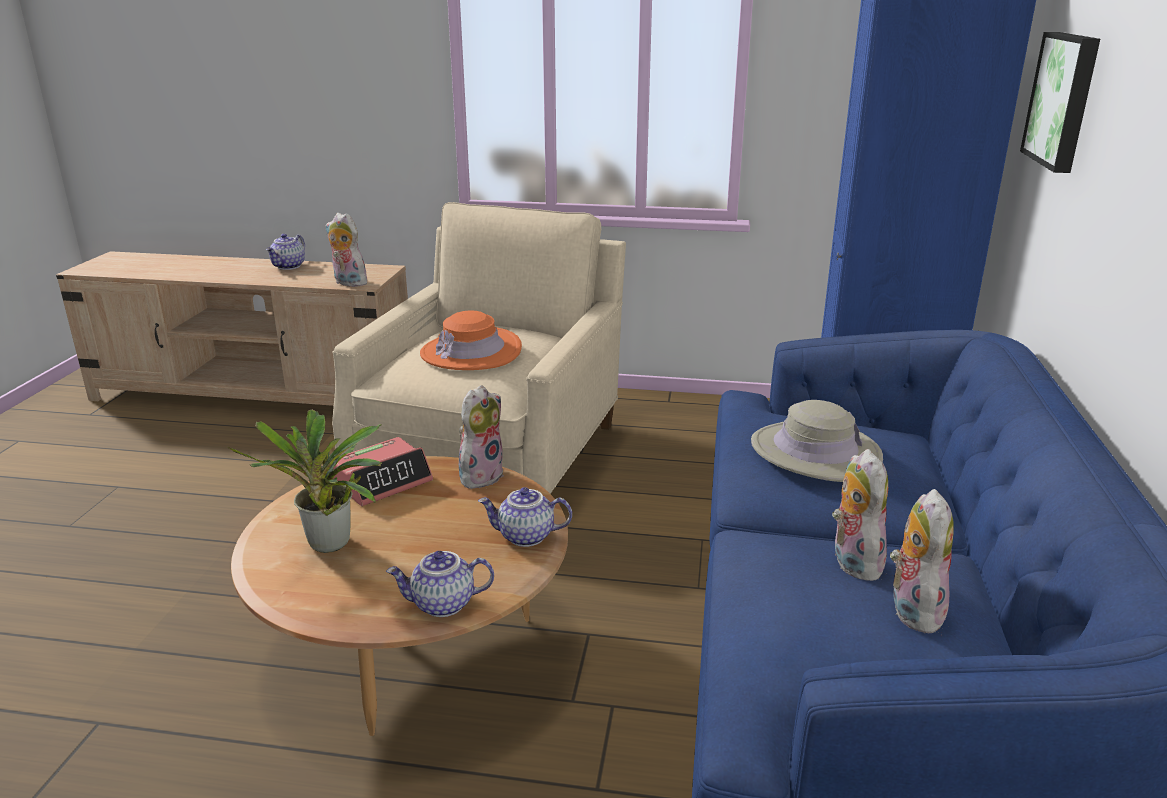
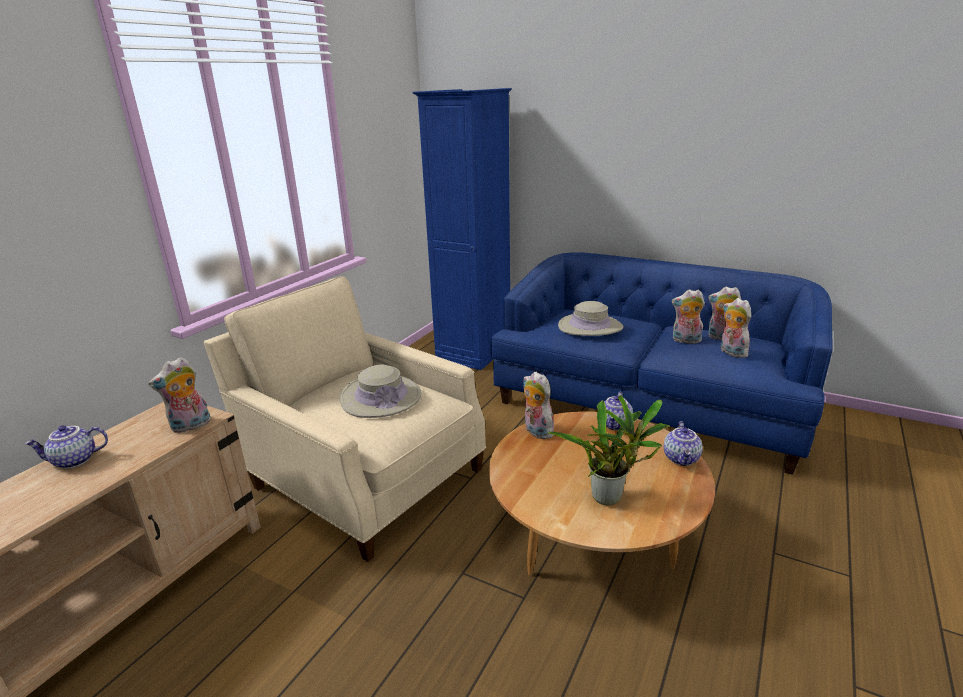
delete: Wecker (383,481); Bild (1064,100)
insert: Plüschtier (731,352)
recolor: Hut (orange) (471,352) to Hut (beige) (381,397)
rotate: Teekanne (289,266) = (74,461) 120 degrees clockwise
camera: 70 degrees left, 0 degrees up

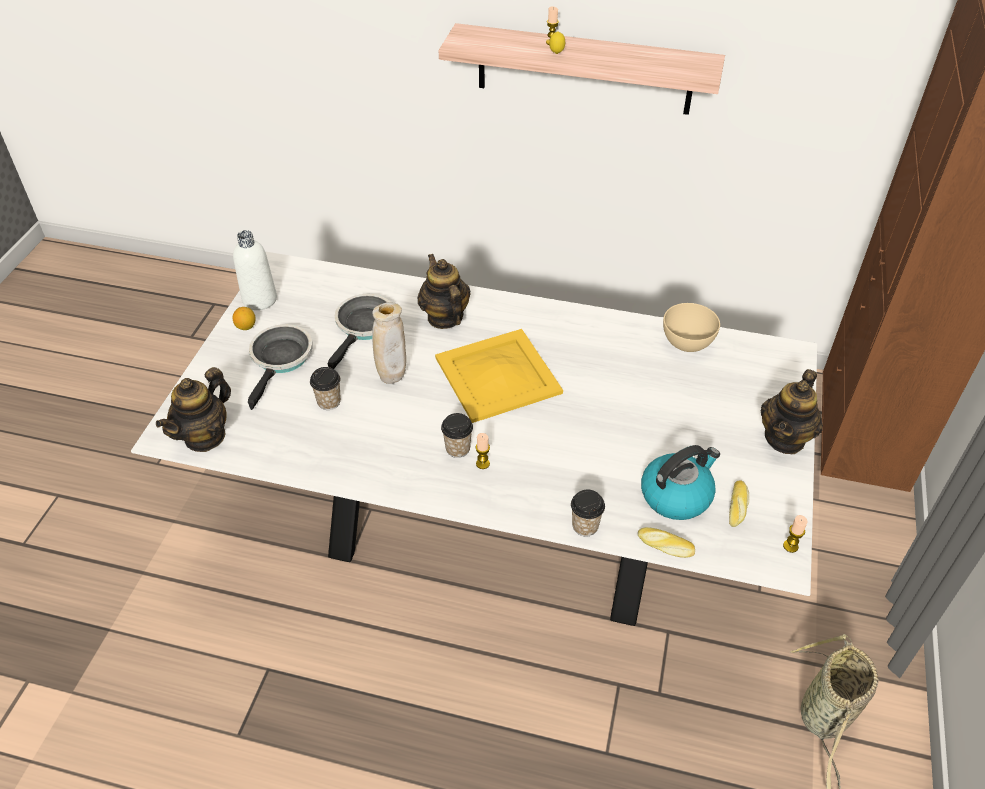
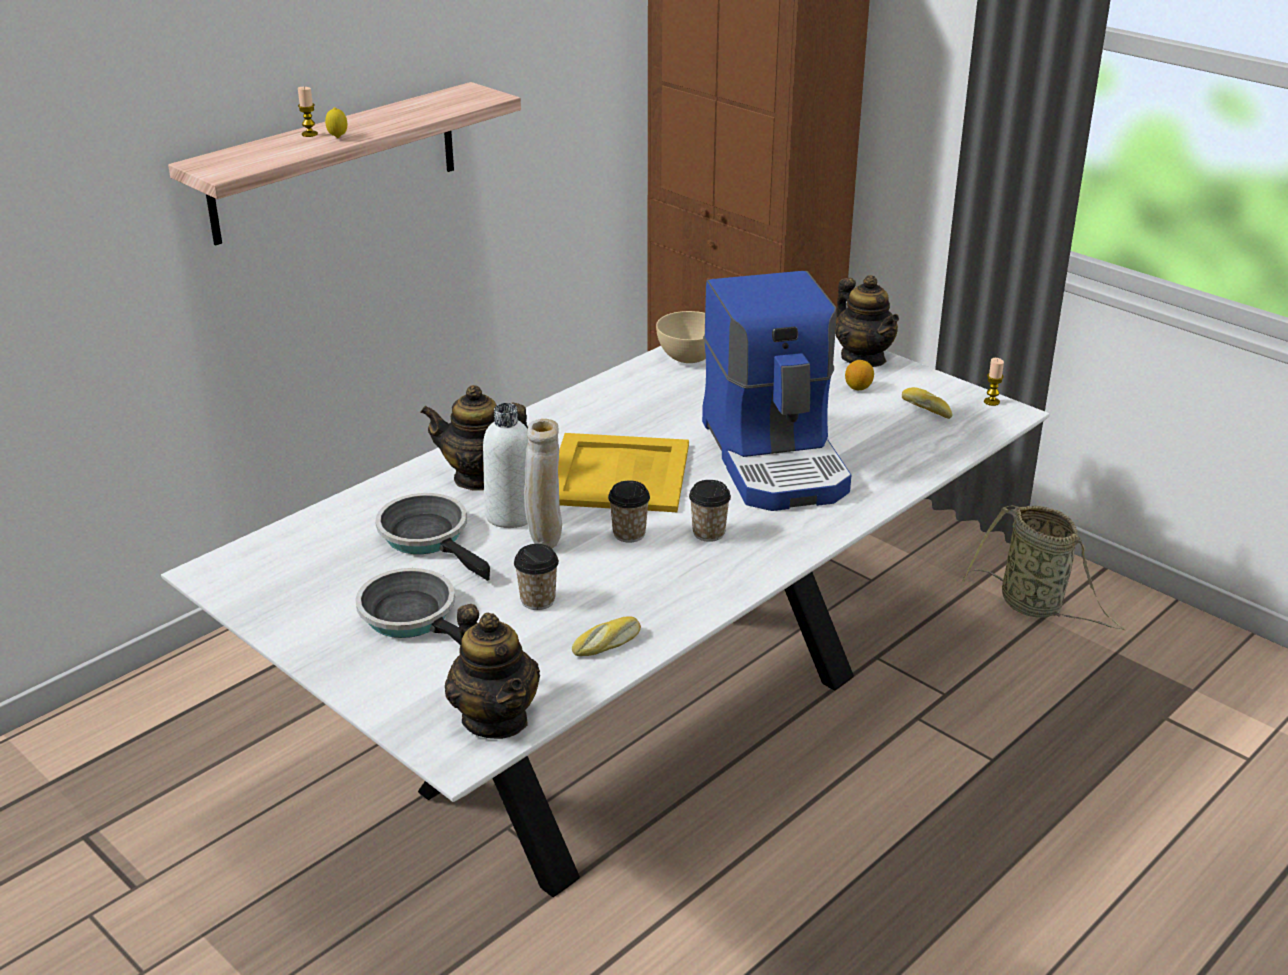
delete: Kerze (482,463); Wasserkessel (676,495)
insert: Kaffeemaschine (777,458)
move: Flasche (weiß) (259,299) to (511,515); Zitrone (246,327) to (858,388); Tasse (585,526) to (629,534); Brot (664,546) to (608,644)
camera: 60 degrees left, 15 degrees down

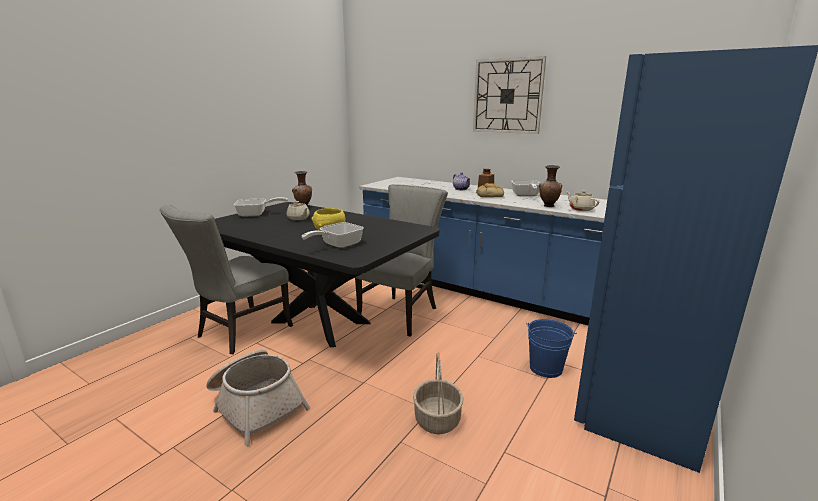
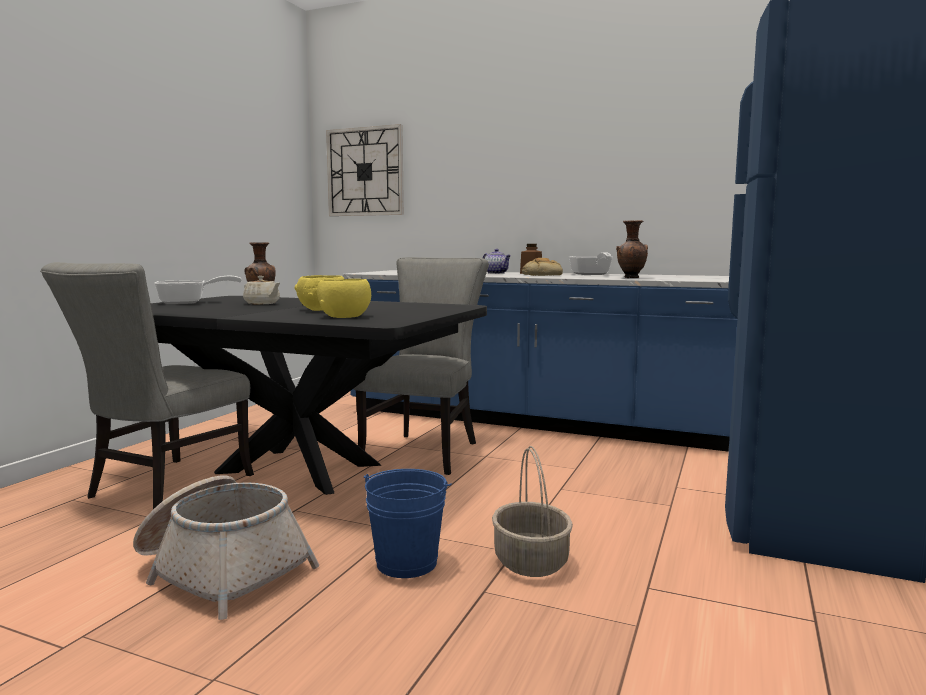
delete: Teekanne (beige) (580,209)
move: Wanduhr (507,96) to (365,172); Eimer (blau) (546,368) to (407,563)
replace: Pfanne (337,245) to Schüssel (gelb) (344,316)
camera: 10 degrees left, 10 degrees down

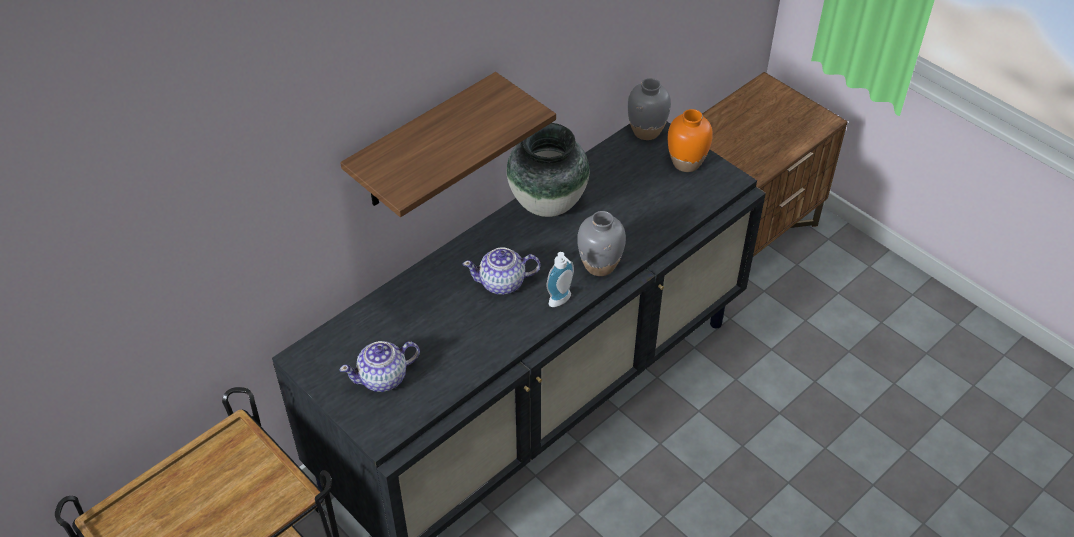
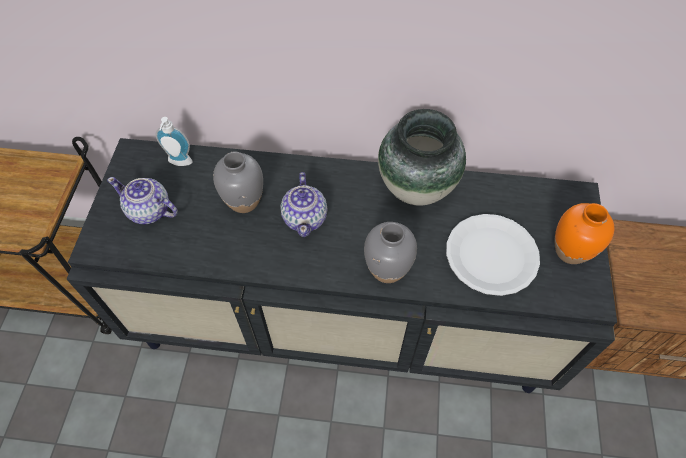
delete: Wandregal (423,144)
insert: Teller (weiß) (492,255)
move: Seifenspender (562,301) to (179,163); Vase (grau) (646,131) to (244,202)
rotate: Teekanne (503,283) = (305,218) 135 degrees counterclockwise
camera: 50 degrees right, 10 degrees up

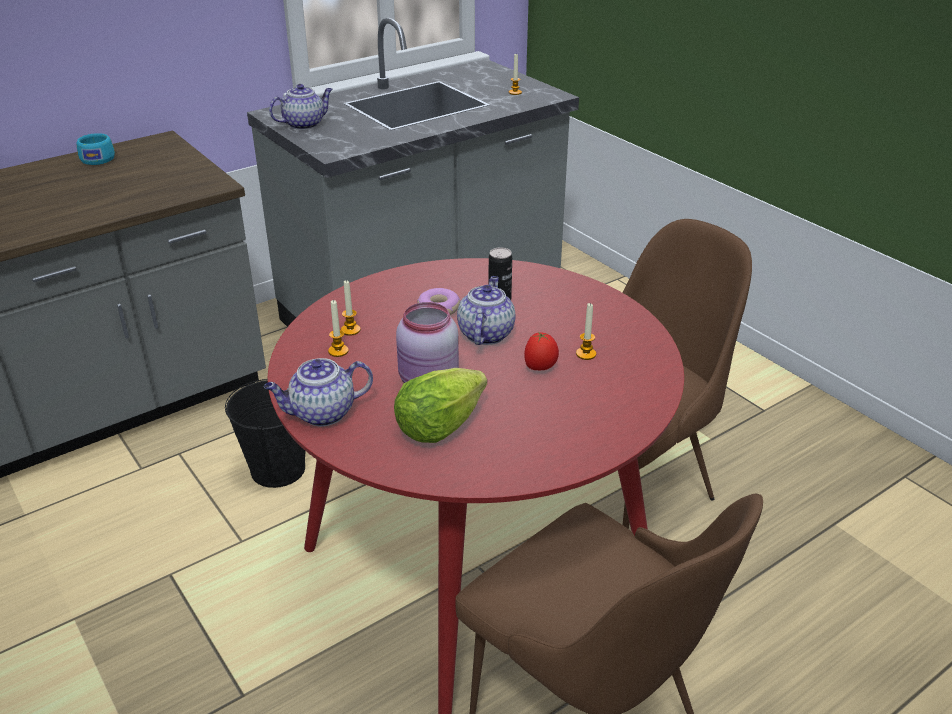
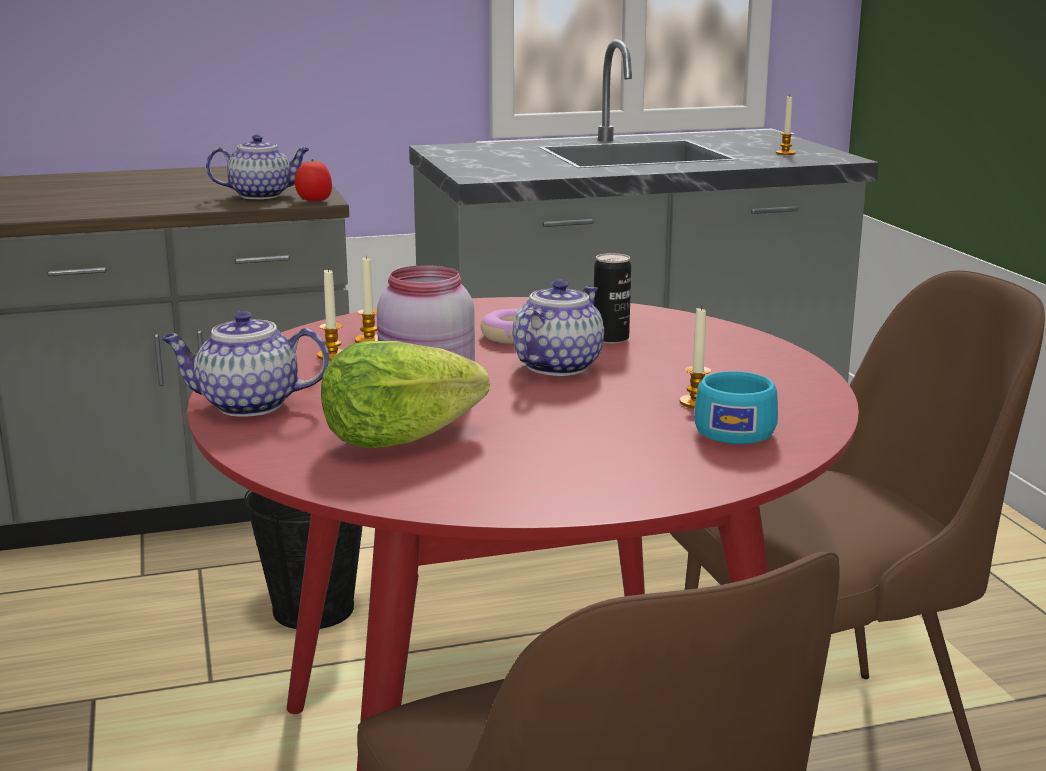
move: Tasse (türkis) (99,158) to (735,429); Teekanne (304,124) to (262,195); Tomate (540,368) to (314,200)
camera: 20 degrees right, 15 degrees down

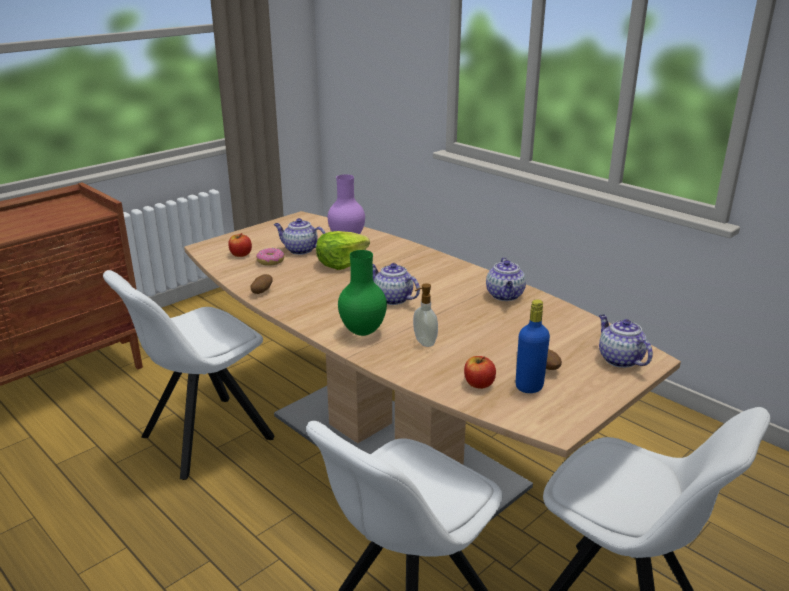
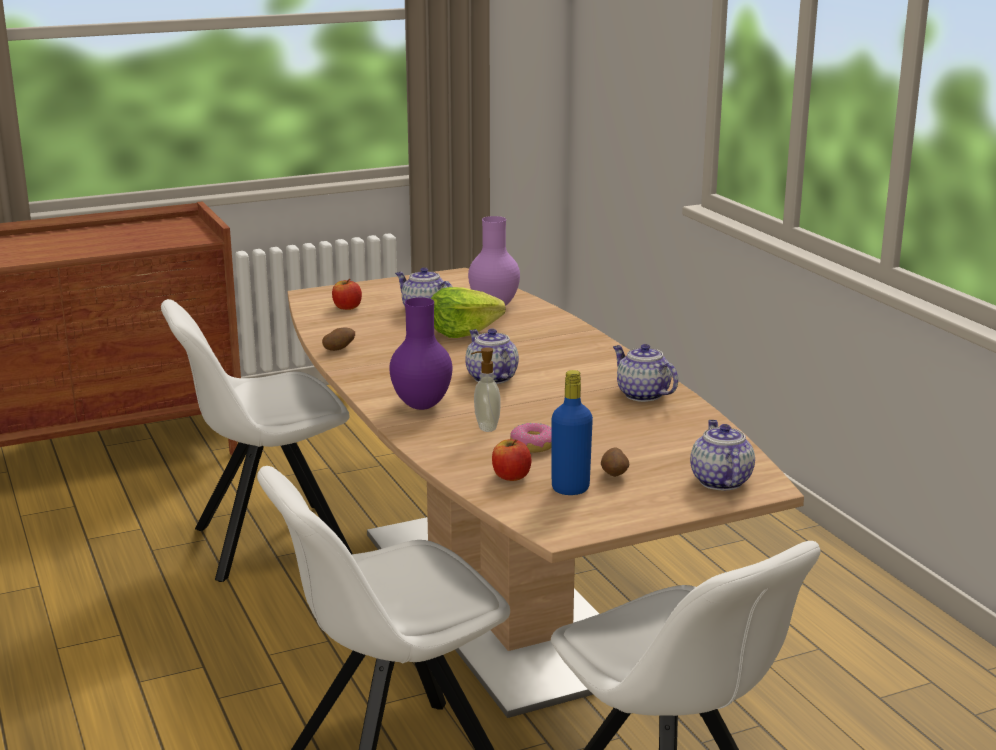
move: Donut (270,261) to (533,446)
recolor: Vase (grün) (364,332) to Vase (lila) (423,406)
rotate: Teekanne (505,296) = (641,394) 120 degrees clockwise
camera: 20 degrees right, 5 degrees down

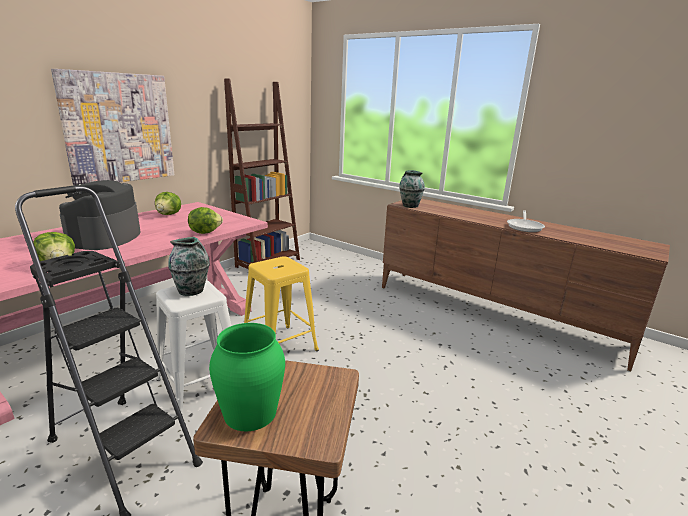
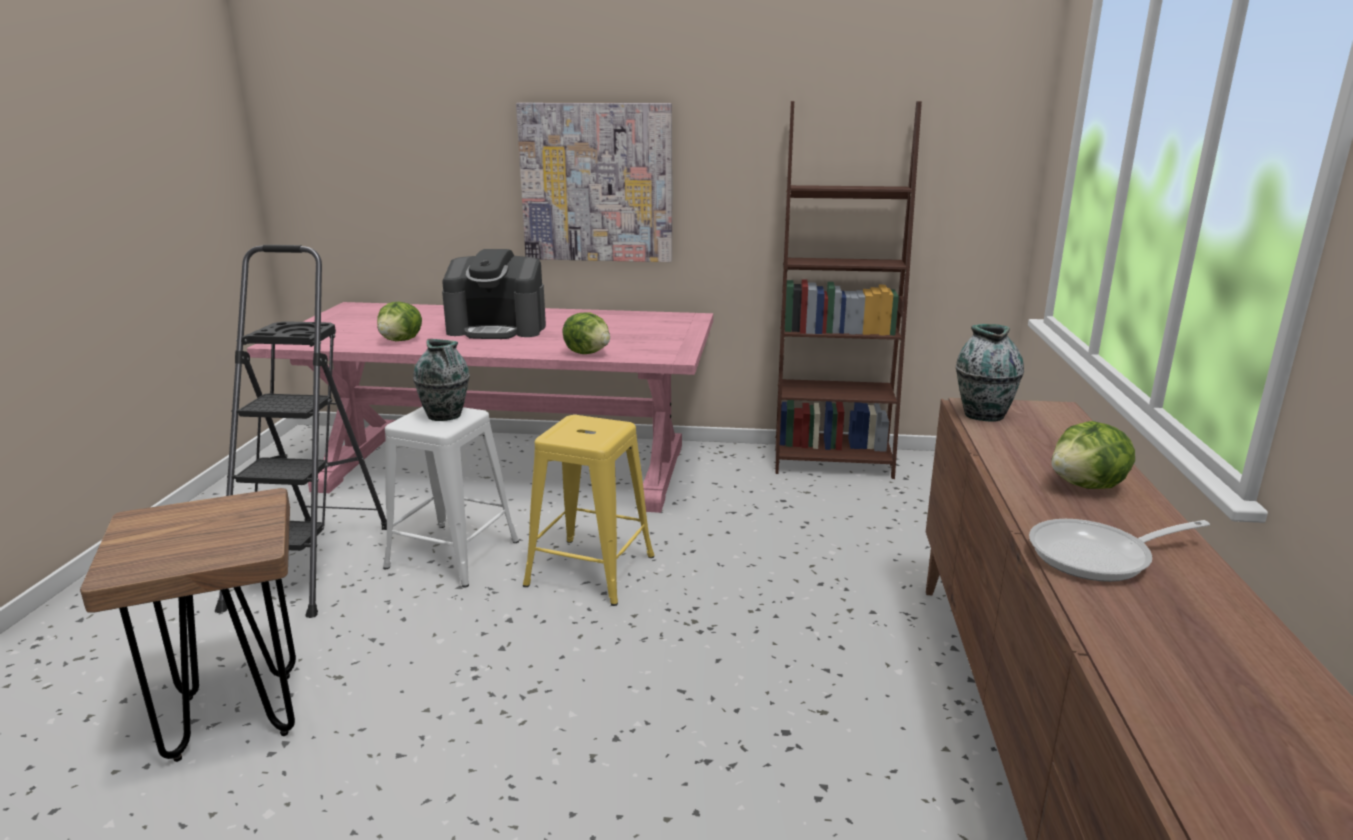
delete: Vase (grün) (250,411)
move: Salatkopf (169,214) to (1087,486)
rotate: Kaffeemaschine (105,238) = (498,329) 150 degrees counterclockwise
camera: 60 degrees right, 0 degrees up

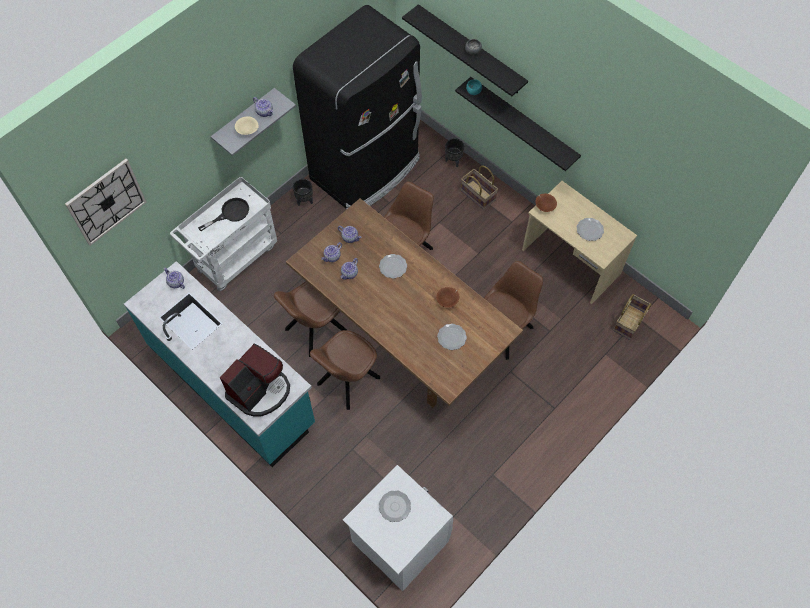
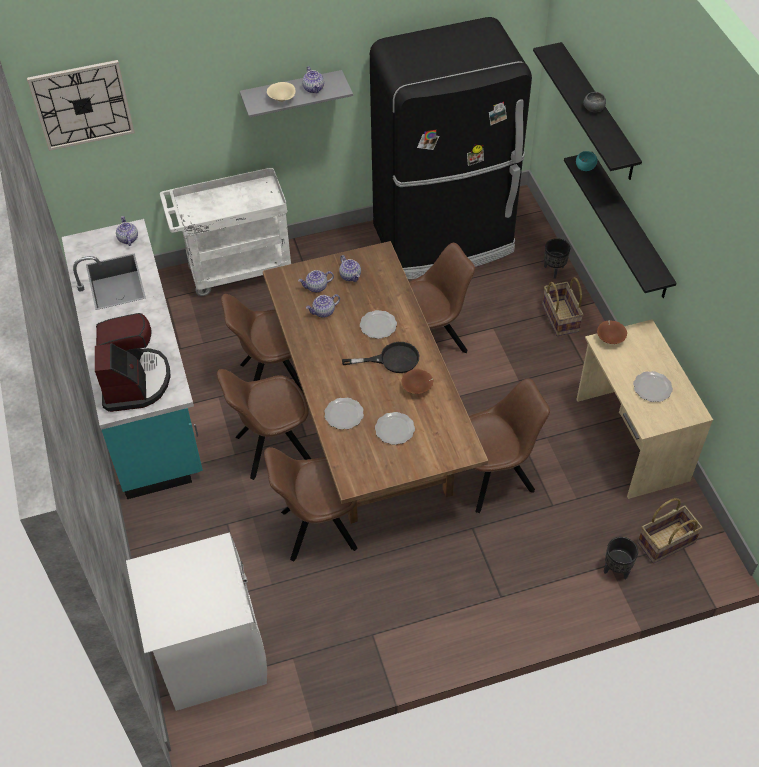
insert: Stuhl (braun) (317,529)
move: Pfanne (schwarz) (230,213) to (391,359); Pflanzkübel (schwarz) (304,201) to (616,569); Teller (394,507) to (343,415)
rotate: Kaffeemaschine (260,390) = (135,381) 75 degrees counterclockwise
camera: 30 degrees right, 10 degrees down

